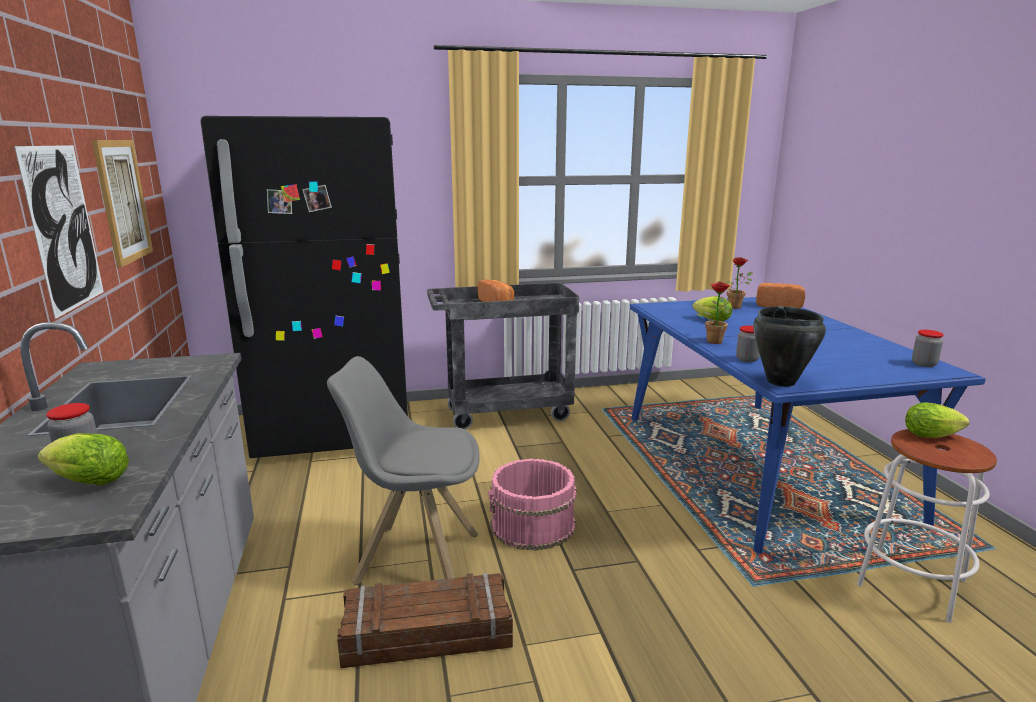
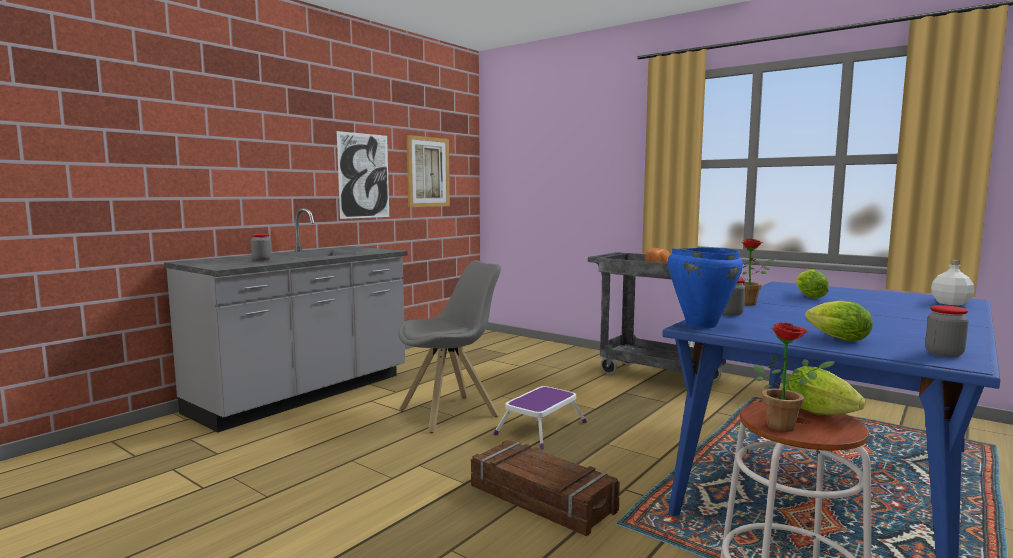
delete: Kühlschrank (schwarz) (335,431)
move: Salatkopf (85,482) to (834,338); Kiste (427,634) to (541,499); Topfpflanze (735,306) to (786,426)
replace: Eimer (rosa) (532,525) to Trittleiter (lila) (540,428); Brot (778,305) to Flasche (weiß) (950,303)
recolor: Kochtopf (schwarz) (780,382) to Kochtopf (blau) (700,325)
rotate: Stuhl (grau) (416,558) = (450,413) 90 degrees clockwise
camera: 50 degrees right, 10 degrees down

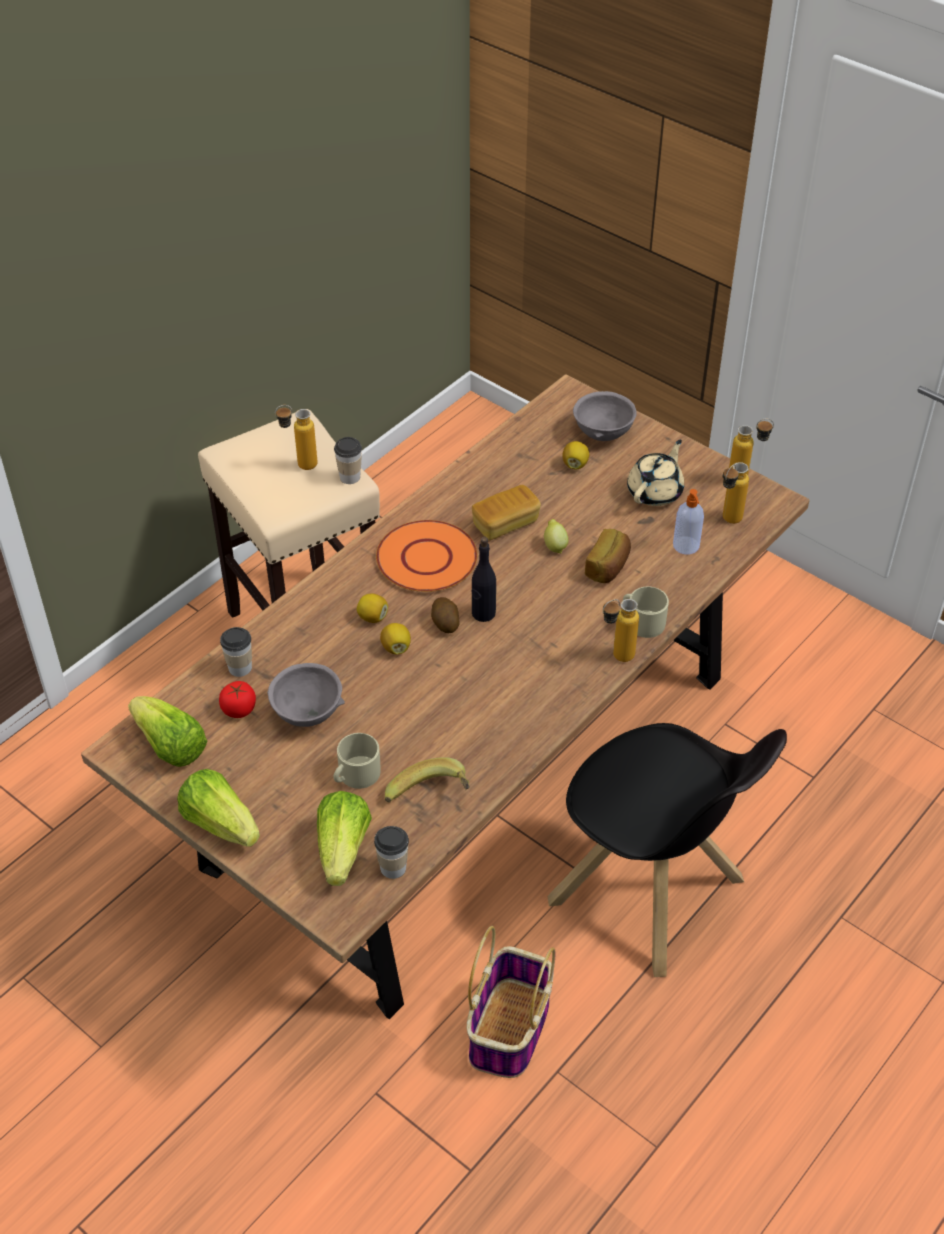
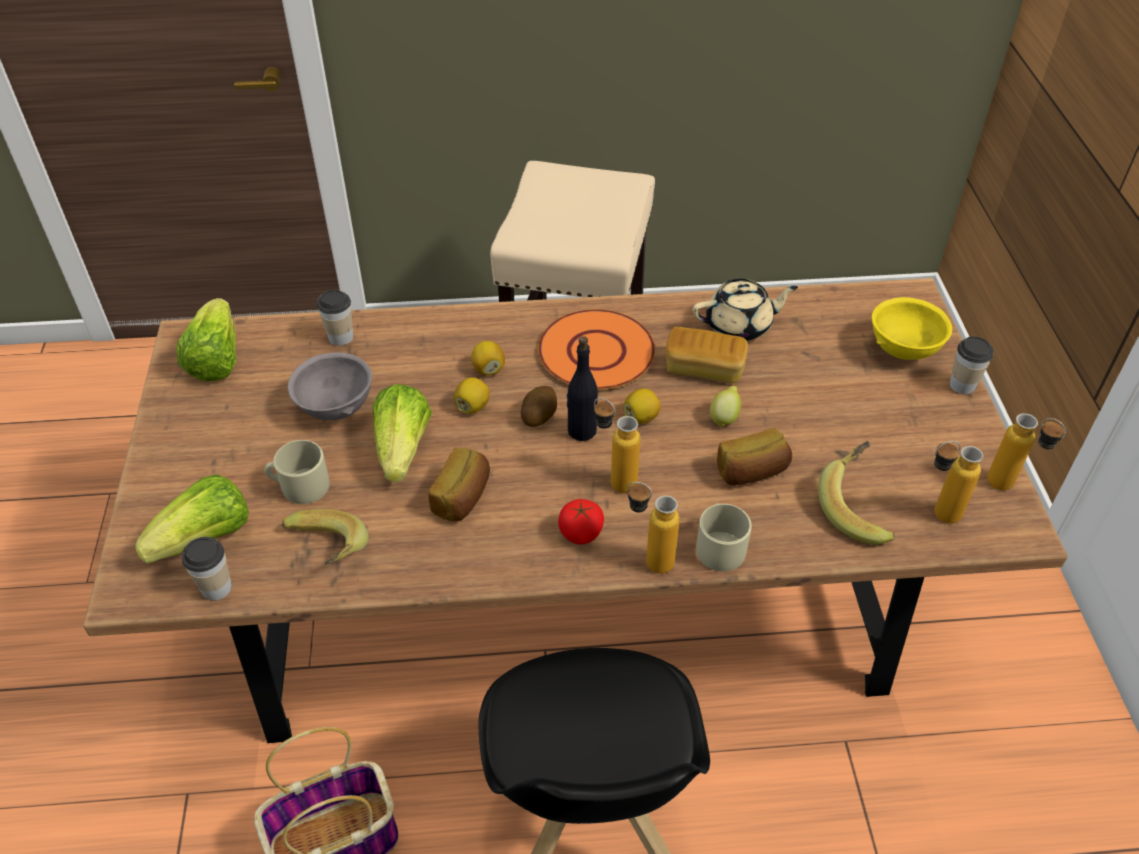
insert: Brot (463,497)
move: Salatkopf (220,823) to (402,449); Tomate (239,709) to (581,533); Flasche (299,466) to (613,479); Tasse (350,477) to (962,385); Zitrone (575,464) to (641,417); Teekanne (beige) (655,492) to (740,325)
replace: Seifenspender (686,546) to Banane (859,507)
recolor: Schüssel (grau) (602,434) to Schüssel (gelb) (902,349)
camera: 45 degrees right, 0 degrees up

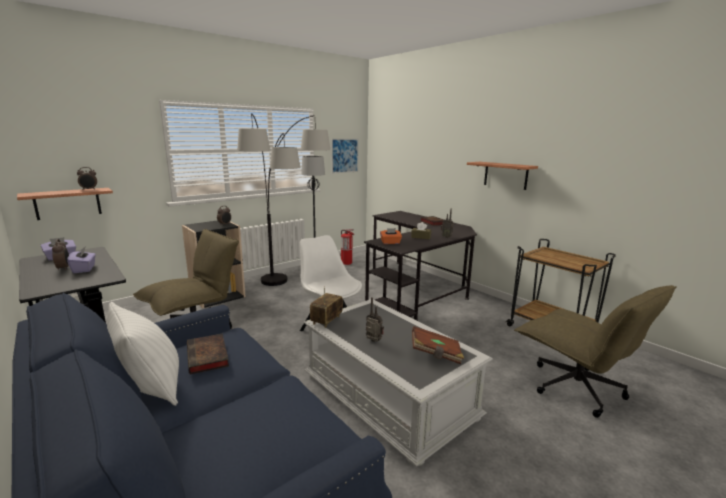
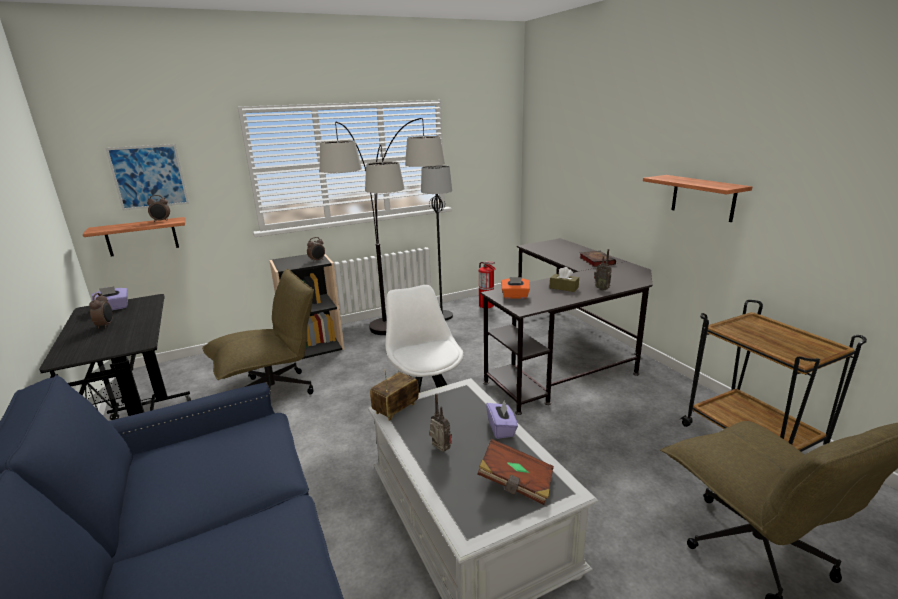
delete: Kissen (weiß) (150,387); Buch (208,357)
move: Taschentuchbox (lila) (84,269) to (501,429); Bild (344,155) to (149,177)
camera: 15 degrees right, 5 degrees up

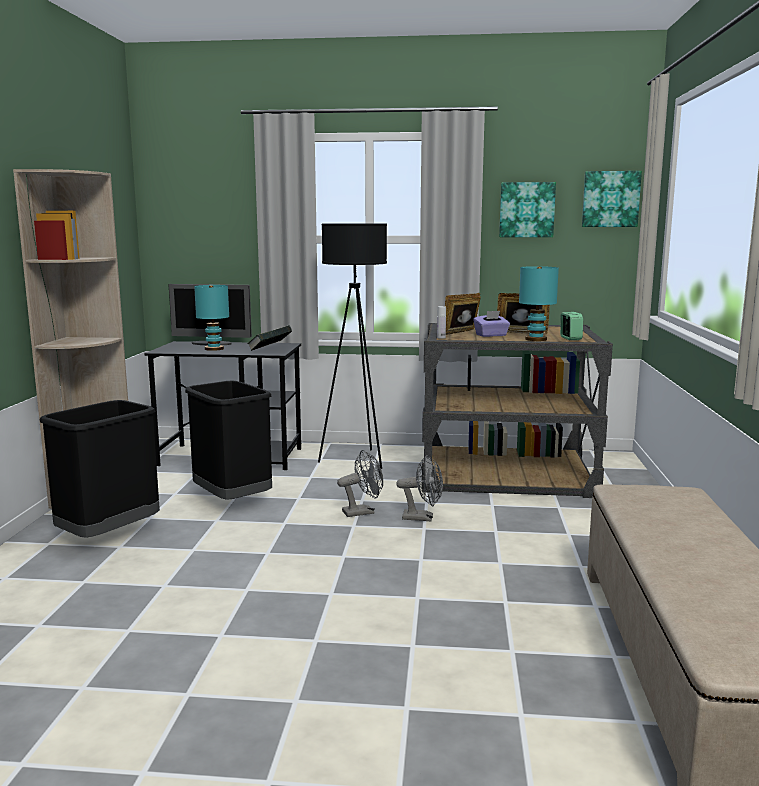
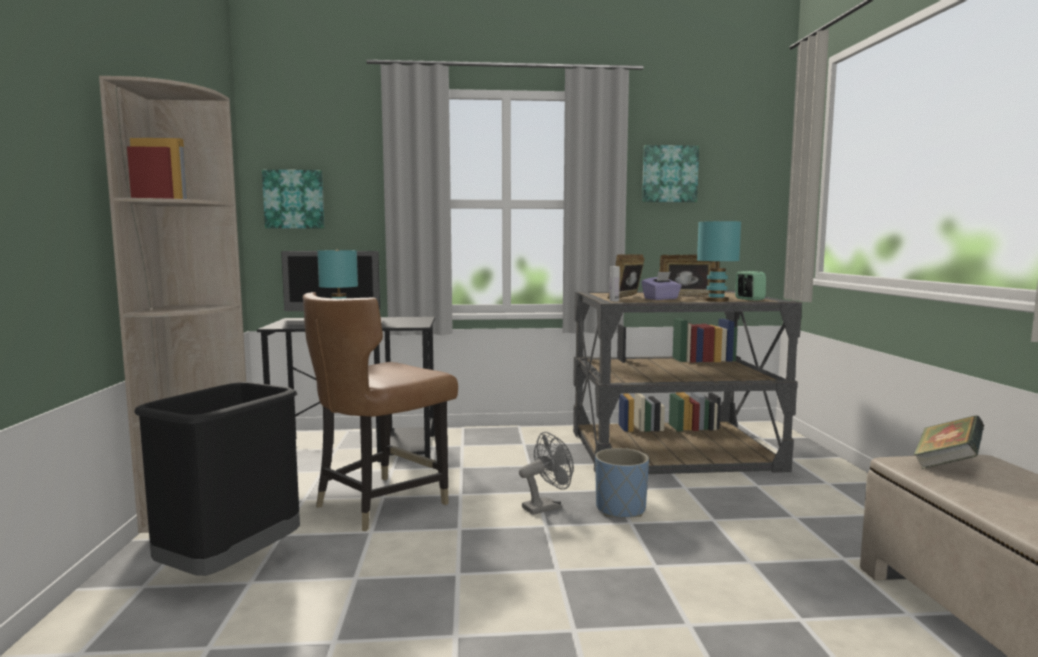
delete: Stehlampe (schwarz) (355,460)
move: Buch (270,350) to (946,464); Bild (610,199) to (294,199)
replace: Mülleimer (schwarz) (231,500) to Stuhl (braun) (380,503); Ventilator (grau) (423,518) to Pflanzkübel (blau) (620,509)
camera: 10 degrees left, 5 degrees down

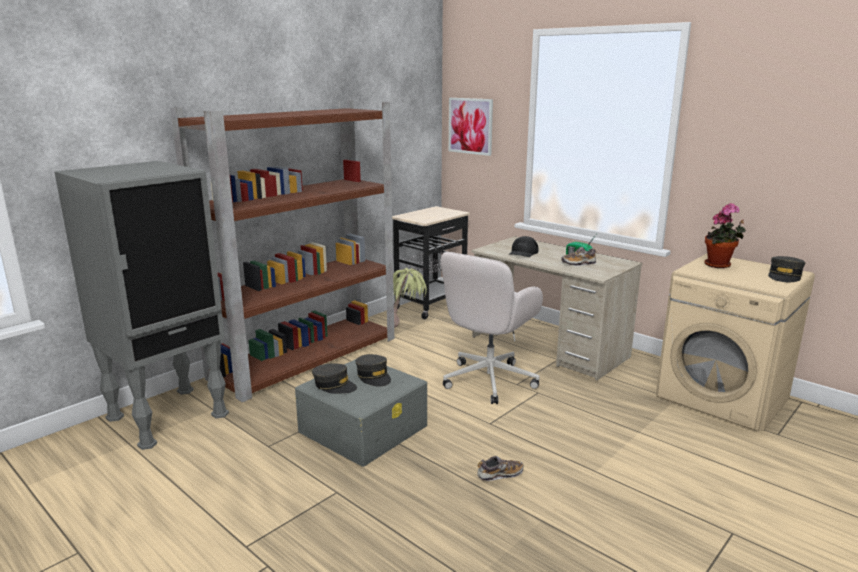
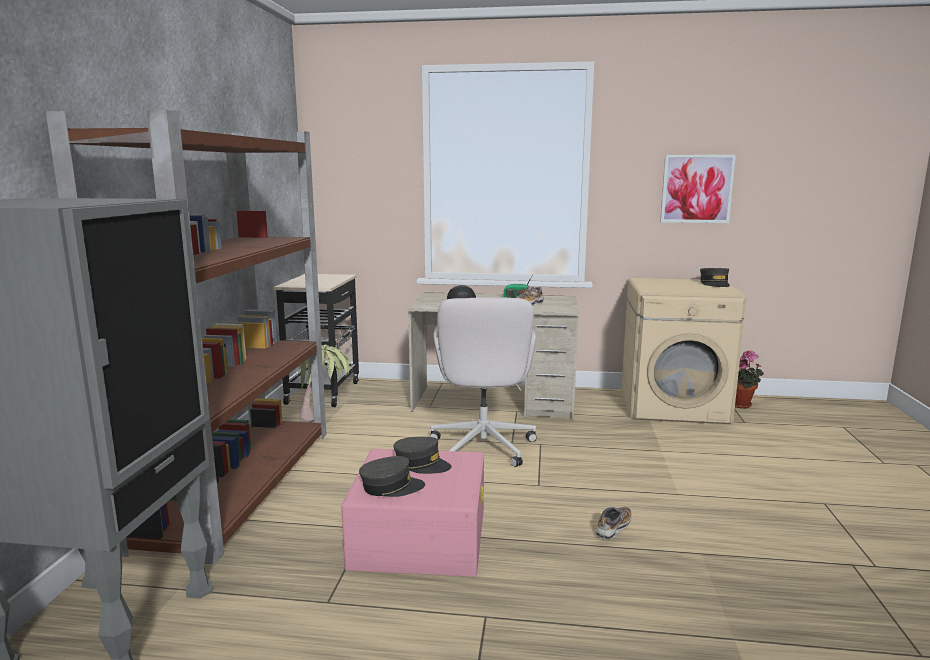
move: Bild (470,126) to (696,189); Topfpflanze (719,265) to (742,405)
recolor: Aufbewahrungsbox (grau) (364,428) to Aufbewahrungsbox (rosa) (420,535)
camera: 35 degrees left, 5 degrees down

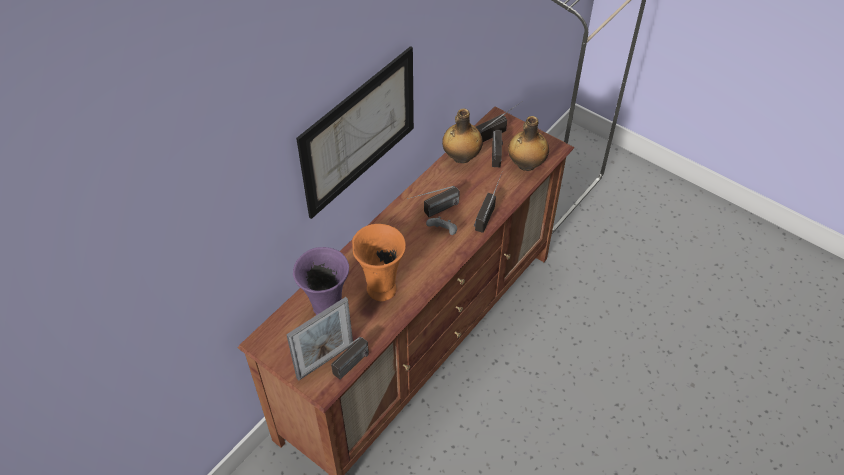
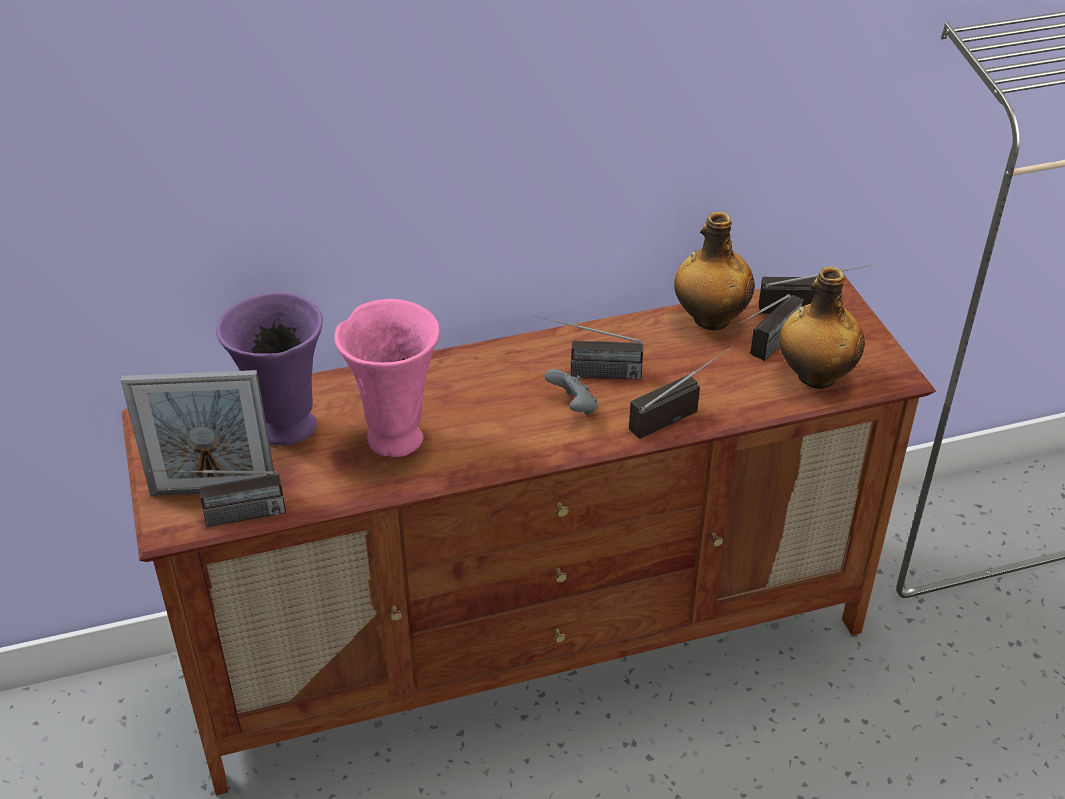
delete: Bild (359,132)
recolor: Vase (orange) (381,288) to Vase (rosa) (396,436)
camera: 35 degrees right, 10 degrees down

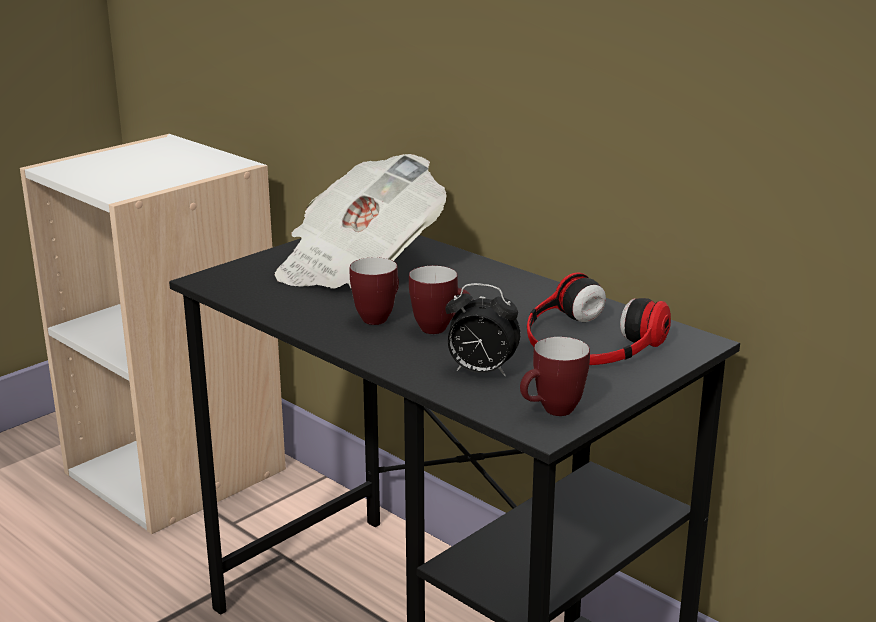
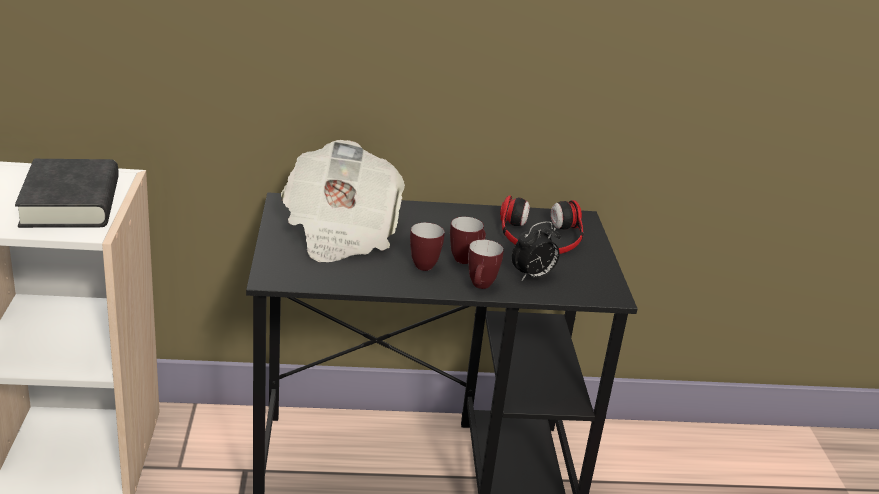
insert: Buch (schwarz) (71,203)
move: Henkelbecher (552,412) to (480,287)
camera: 50 degrees left, 5 degrees up

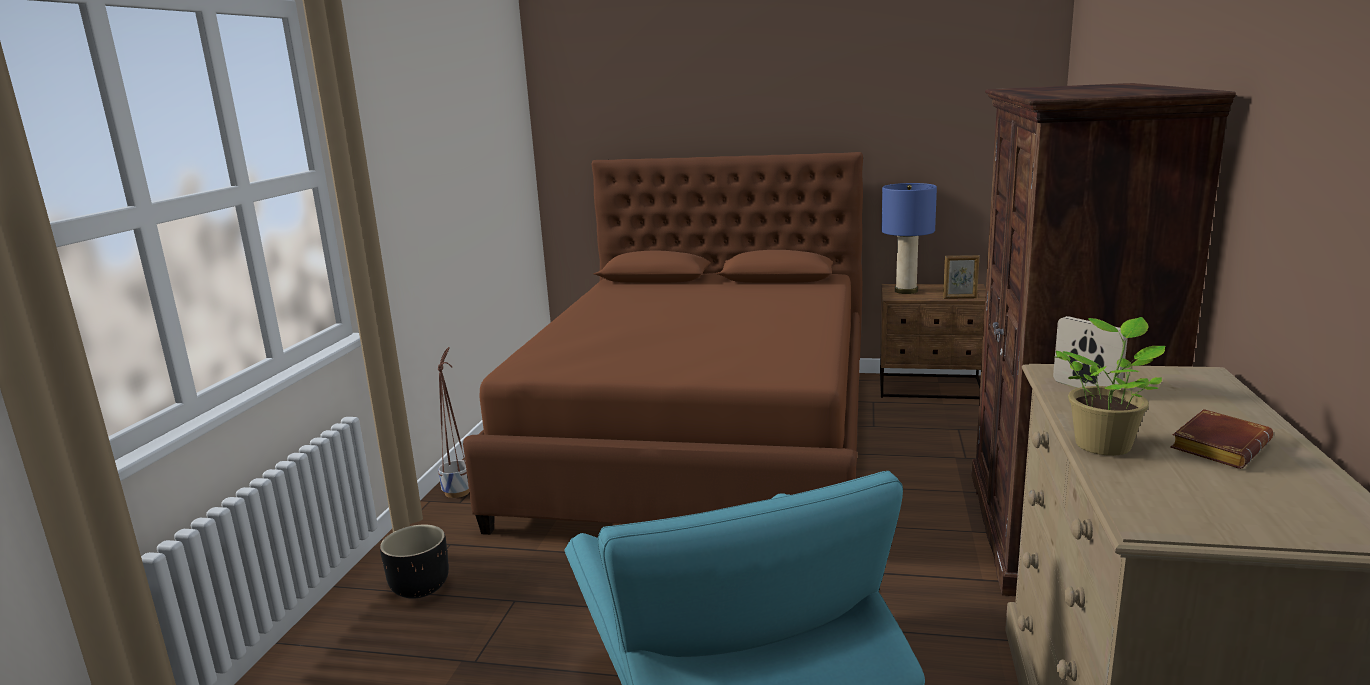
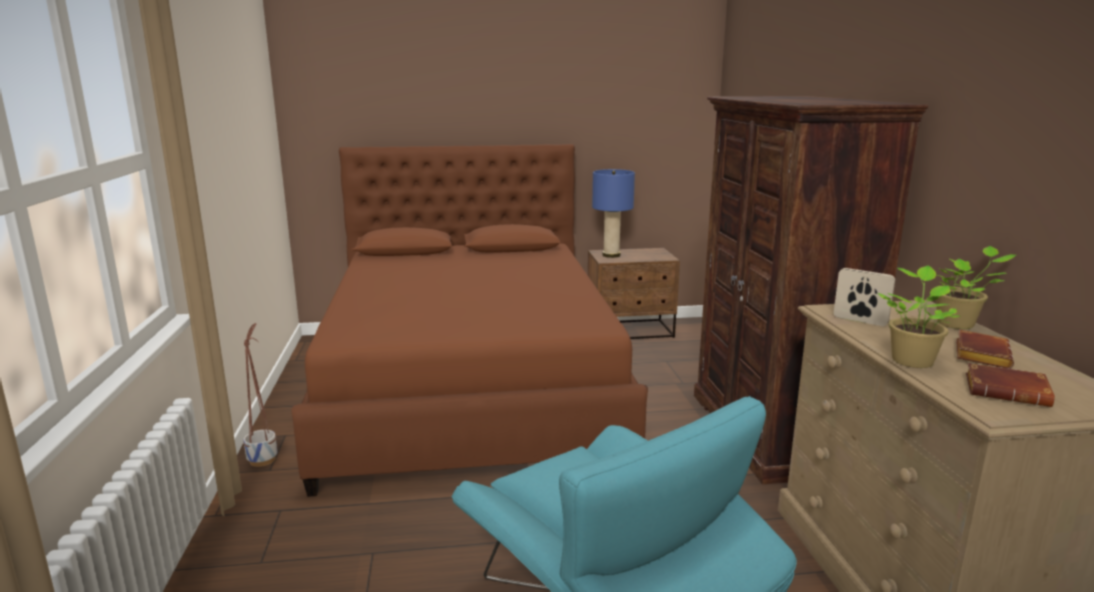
delete: Pflanzkübel (schwarz) (420,587); Bilderrahmen (960,298)
insert: Topfpflanze (958,324); Buch (braun) (1008,391)
camera: 20 degrees left, 0 degrees up

